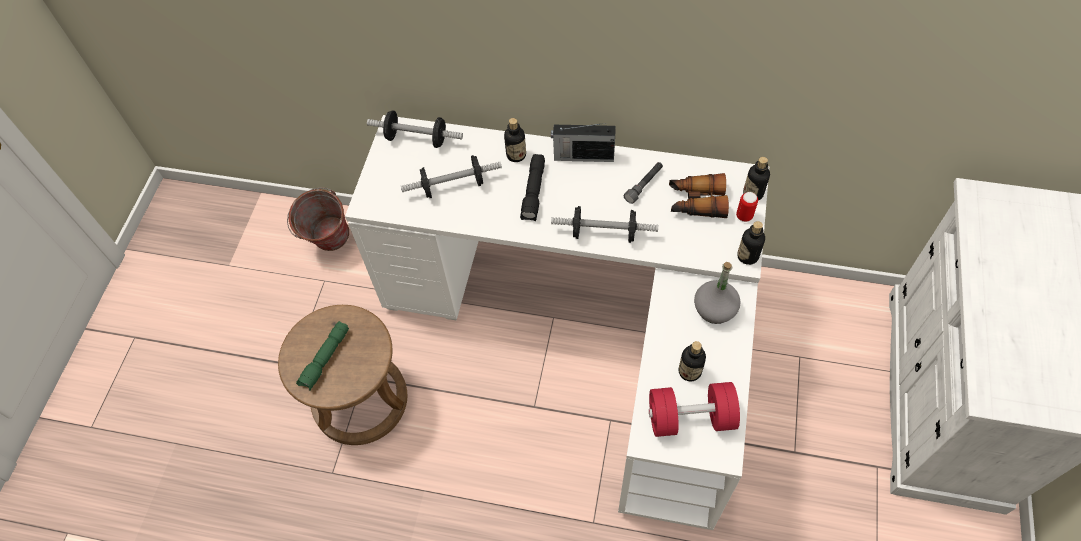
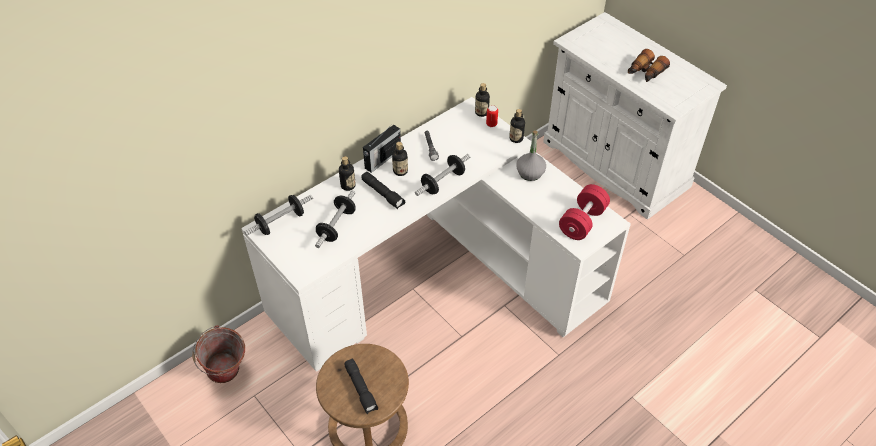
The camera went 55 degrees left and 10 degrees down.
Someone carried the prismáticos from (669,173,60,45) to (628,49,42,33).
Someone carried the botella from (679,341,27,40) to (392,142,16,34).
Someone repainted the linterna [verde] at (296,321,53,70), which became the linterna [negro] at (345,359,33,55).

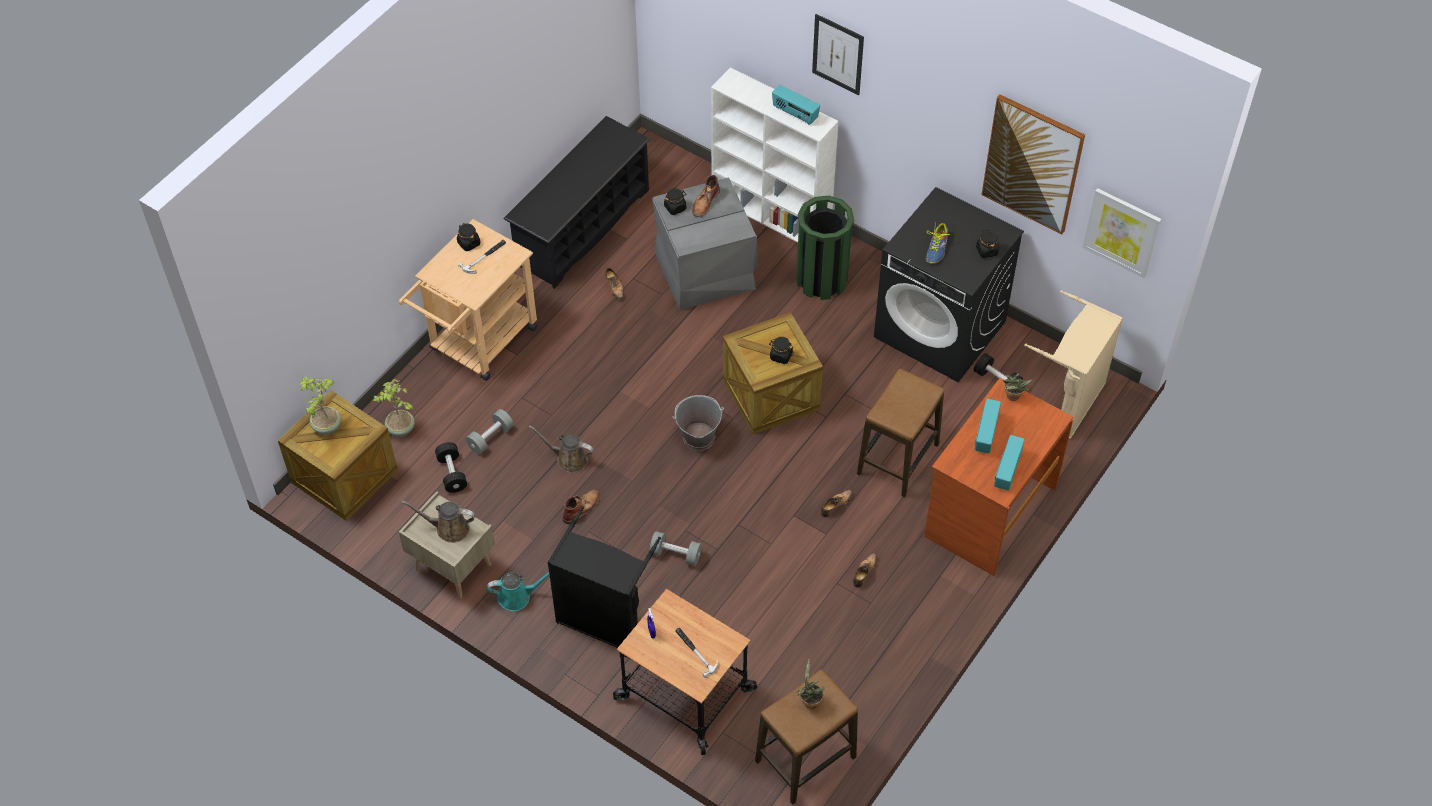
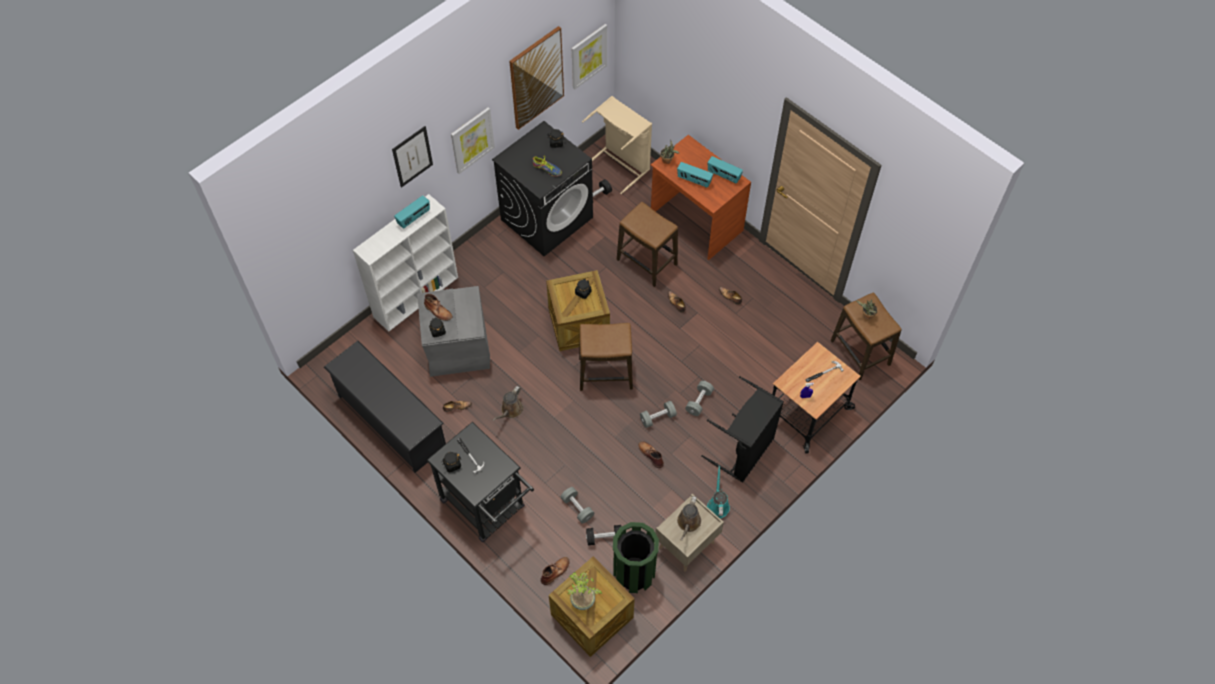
The camera went 80 degrees left and 5 degrees up.
Someone put up the cuadro at (451,108,44,66).
Someone put down the mancuerna [gris] at (640,401,37,27).
Someone carried the regadera [marrón] from (529,426,65,47) to (493,386,30,35).
Someone carried the papelera [verde] from (796,196,58,104) to (613,522,46,71).
Someone swapped the planta en maceta at (373,379,42,57) for the bota [marrón] at (541,557,28,28).
Someone swapped the cubo [gris] at (672,395,52,56) for the taburete at (579,323,54,68).
Someone repainted the carrito [beis] at (399,219,138,162), which became the carrito [negro] at (427,422,107,120).

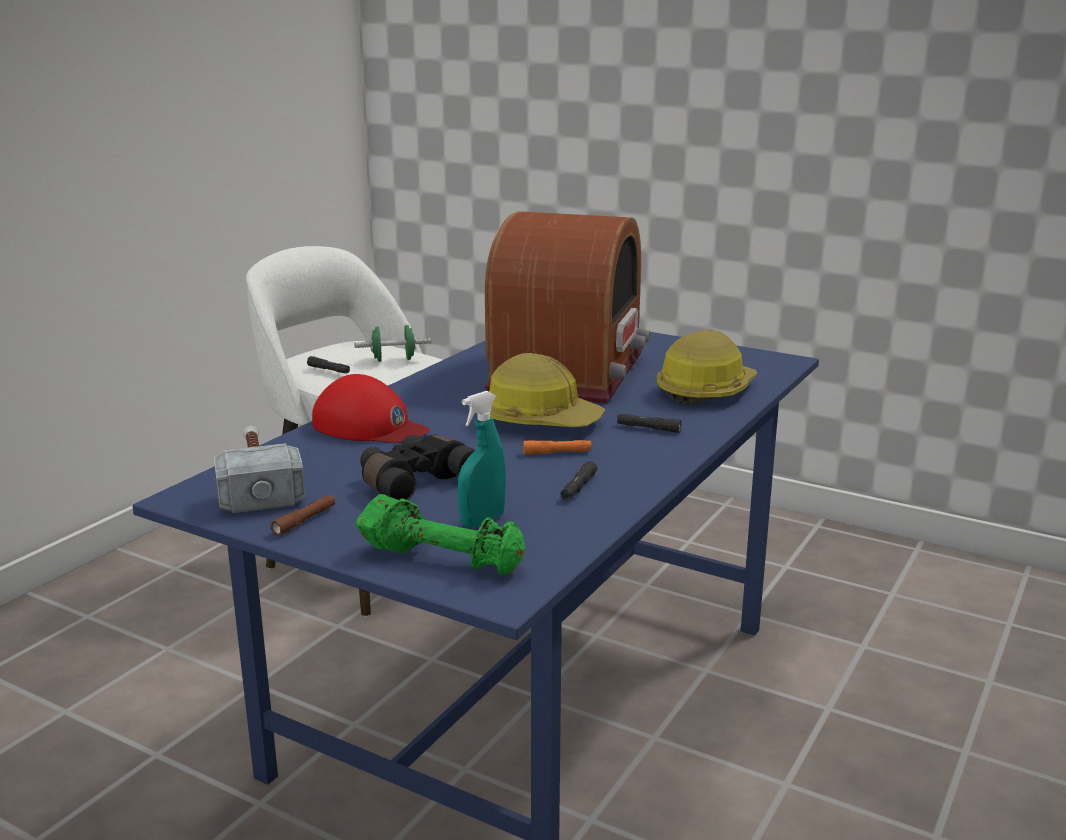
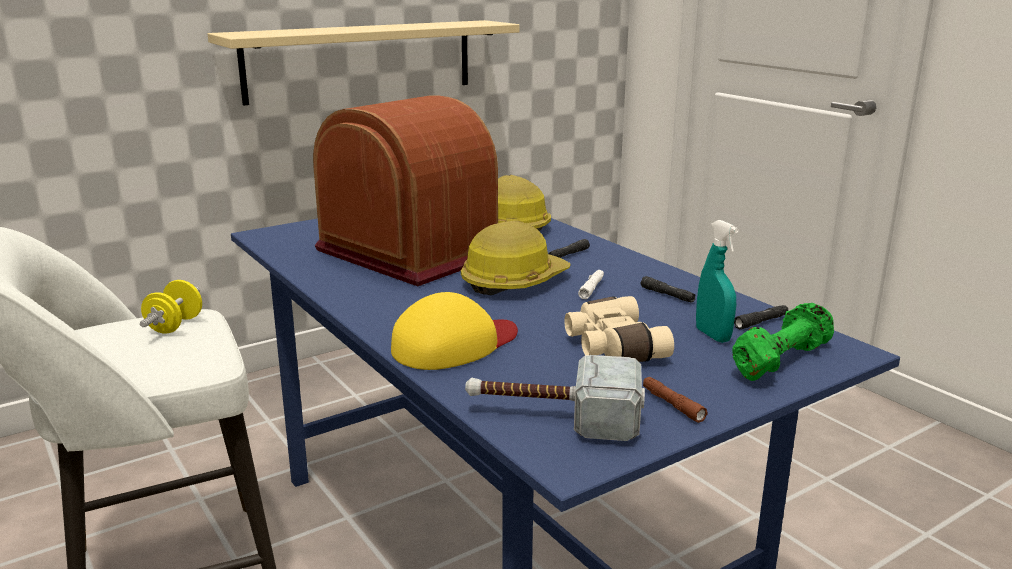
The camera went 65 degrees left and 0 degrees up.
Someone put up the estante [beis] at (208,20,312,86).
Someone carried the linterna [negro] from (307,356,43,18) to (734,305,54,24).
Someone repainted the gorra [rojo] at (312,374,118,69), which became the gorra [amarillo] at (391,292,127,78).
Someone repainted the mancuerna [verde] at (354,325,77,37), which became the mancuerna [amarillo] at (140,280,62,54).
Someone repainted the prismáticos [negro] at (360,435,115,65), which became the prismáticos [beis] at (564,296,110,66).
Someone repainted the linterna [naranja] at (523,440,69,14), which became the linterna [blanco] at (578,270,26,29).

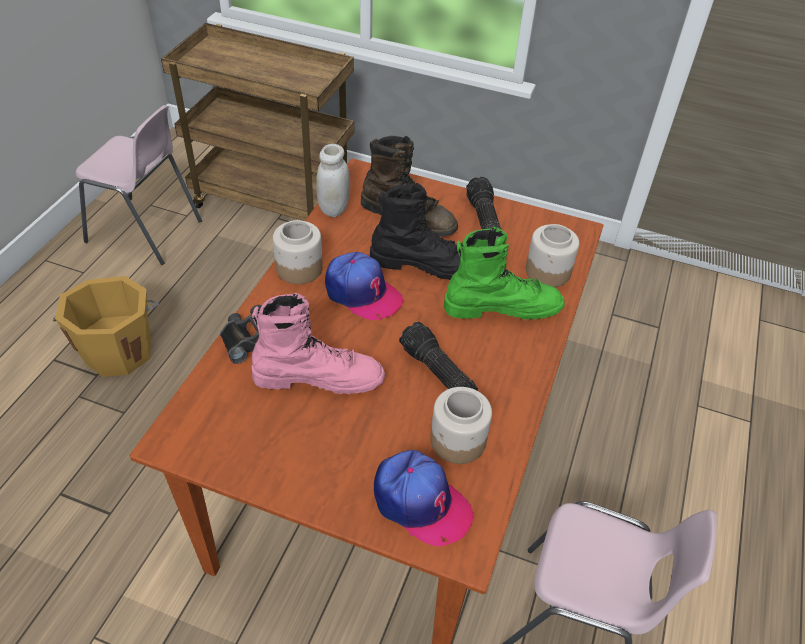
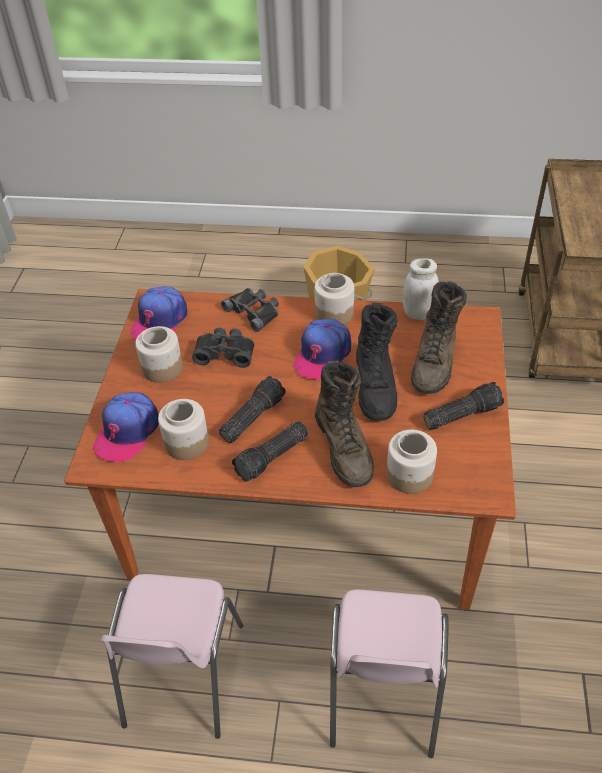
The camera went 80 degrees right and 0 degrees up.
Someone put down the gorra at (130,287,57,53).
Someone put down the tarro at (135,326,48,57).
Someone put down the linterna at (232,421,76,61).
Someone carried the silla [rosa] from (76,105,126,160) to (330,589,119,169).
Someone swapped the bota [rosa] at (252,293,133,101) for the prismáticos [negro] at (192,328,63,40).
Someone repainted the bota [verde] at (444,227,121,93), which became the bota [marrón] at (315,361,59,126).

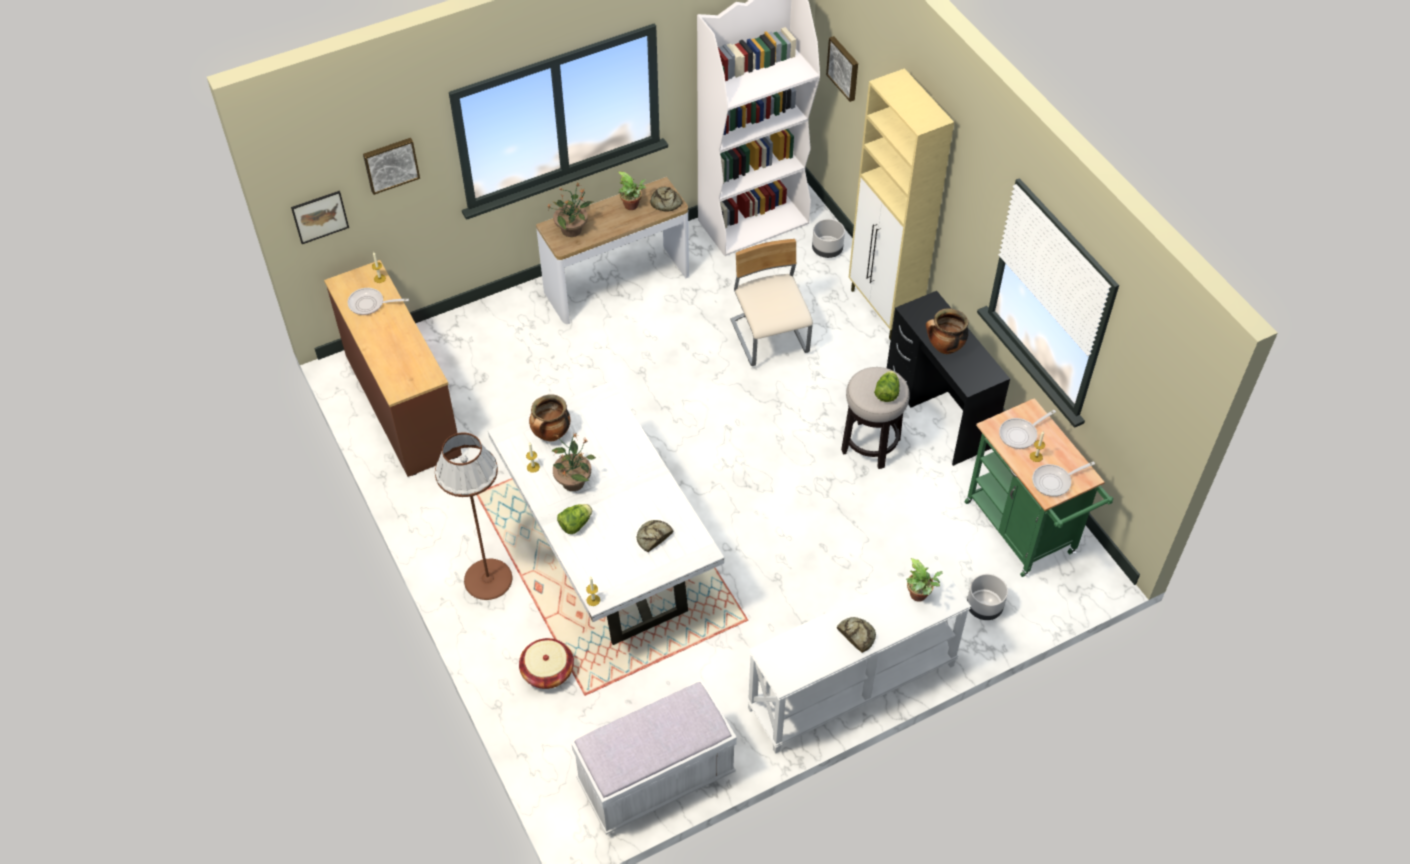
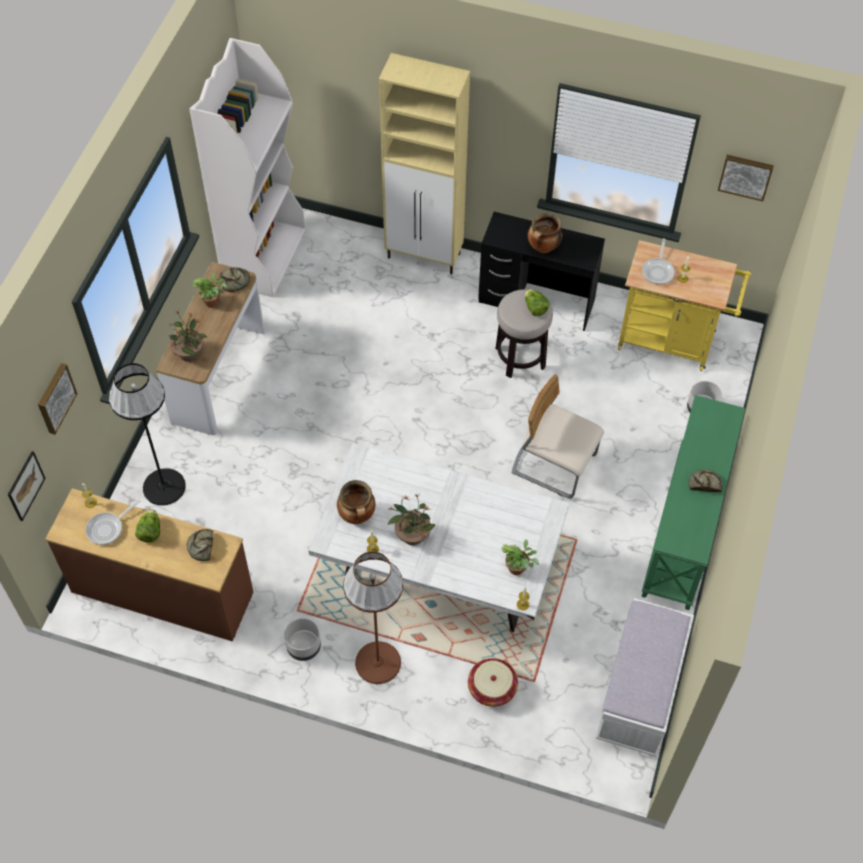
The camera went 45 degrees left and 5 degrees up.
Someone took away the sartén at (1032,462,63,35).
Someone put down the lámpara de pie [negro] at (109,363,77,143).
Someone carried the lechuga from (557,504,35,30) to (135,509,25,33).
Someone carried the pan from (636,520,37,32) to (187,529,26,32).
Someone carried the silla [beis] from (731,239,82,127) to (511,374,93,124).
Someone carried the maceta [gris] from (812,219,33,39) to (284,618,37,43).
Someone carried the cuadro from (826,36,32,66) to (718,155,56,46).
Someone carried the planta en maceta from (906,558,37,44) to (502,539,37,36).
Someone repainted the mesa consola [blanco] at (746,561,225,193), which became the mesa consola [verde] at (641,395,104,215).
Someone repainted the carrito [verde] at (965,398,148,179), which became the carrito [amarillo] at (618,240,133,131).

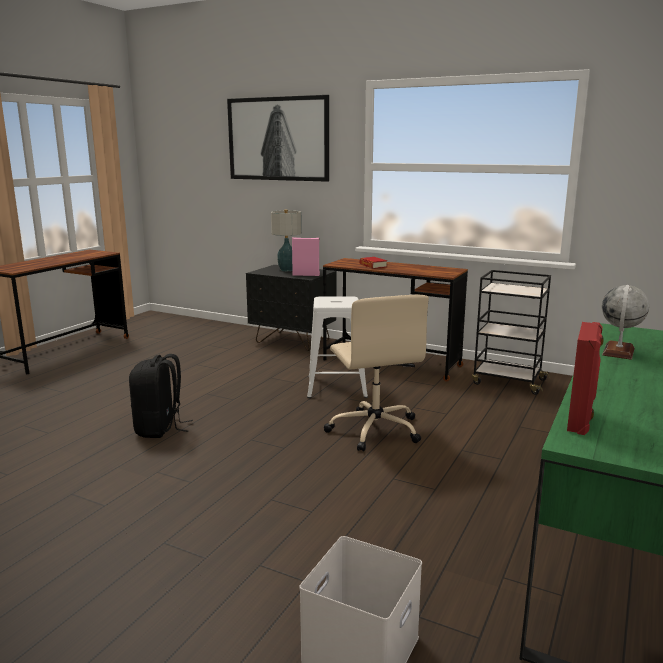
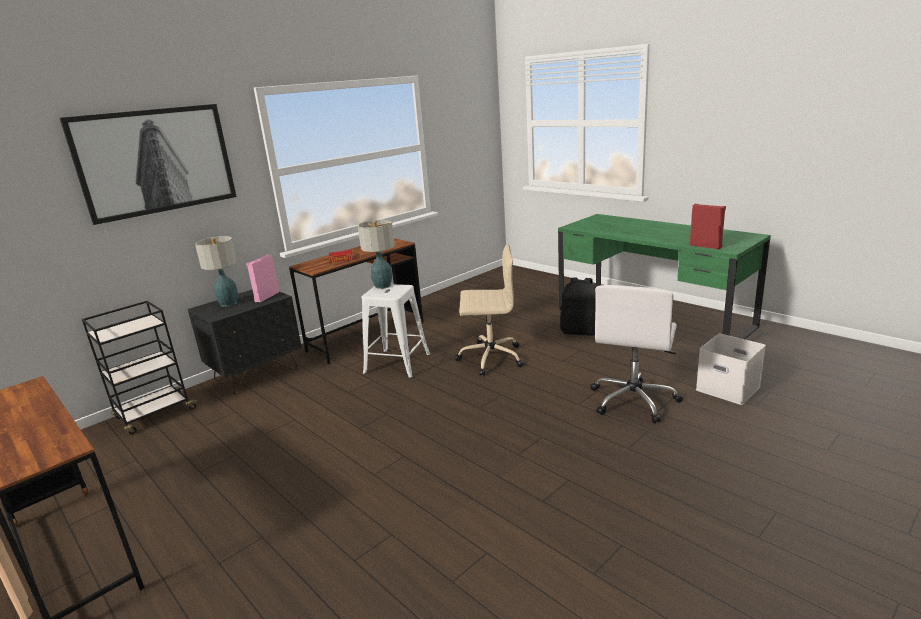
The camera went 70 degrees left and 5 degrees up.
Someone took away the globo terráqueo at (602,285,47,75).
Someone put down the lámpara de mesa at (358,219,37,70).
Someone put down the silla de oficina [blanco] at (590,285,93,138).
Someone carried the mochila [negro] from (129,354,64,84) to (560,277,36,59).
Someone carried the carrito [negro] from (472,270,79,125) to (82,301,117,133).

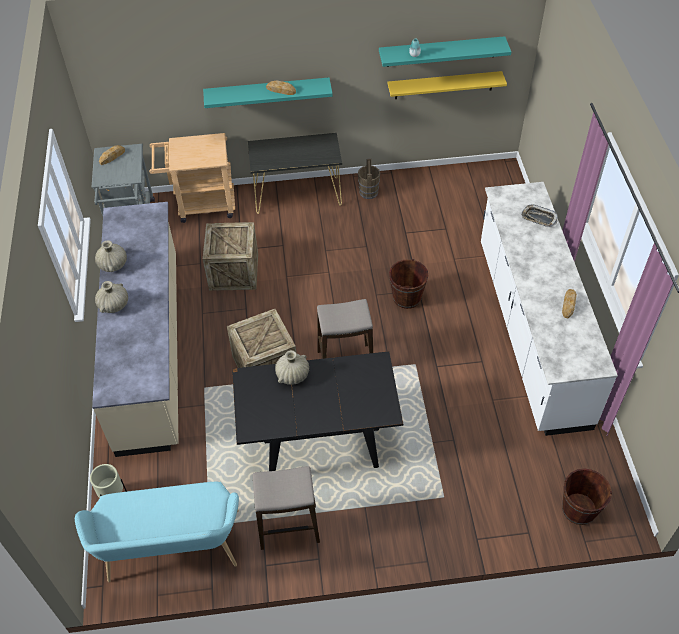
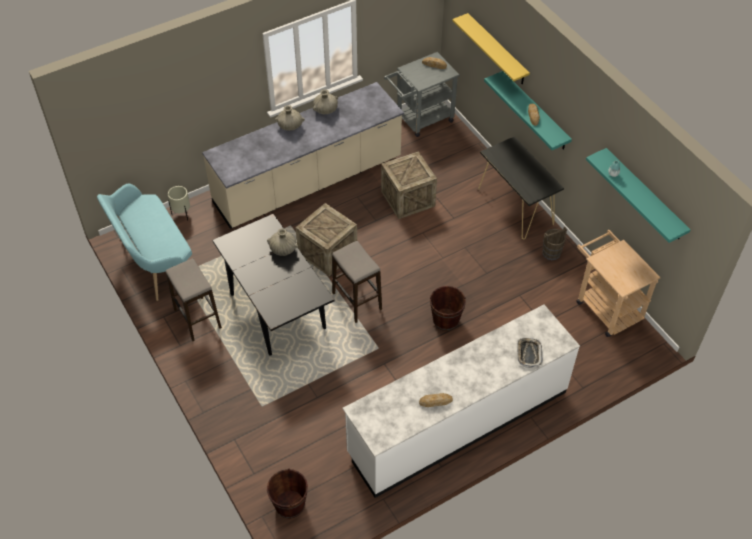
The camera went 65 degrees right and 0 degrees up.
Someone carried the carrito [beis] from (149,133,86,90) to (576,230,85,107).
Someone carried the estante [amarillo] from (387,71,120,28) to (452,13,78,72).

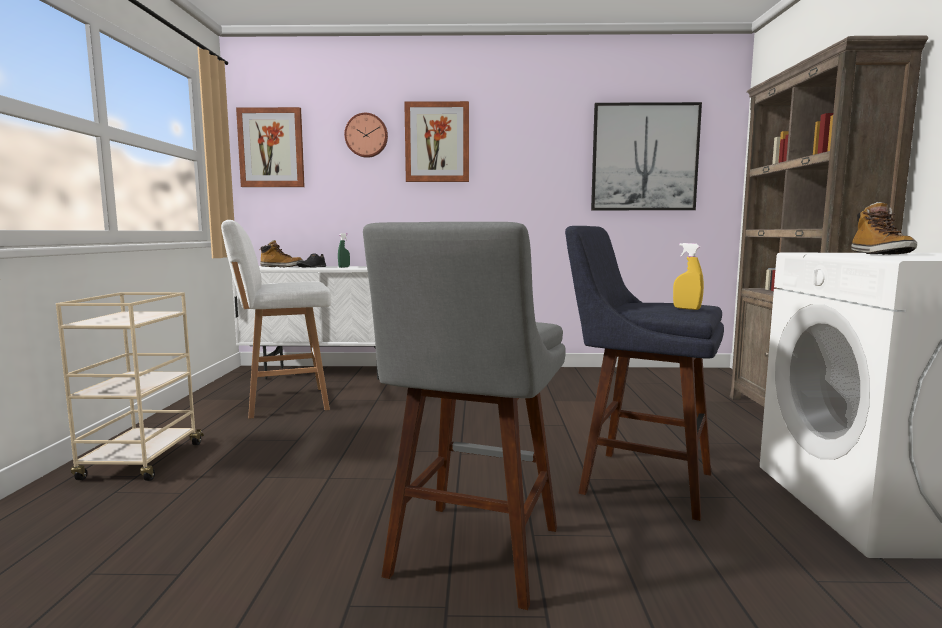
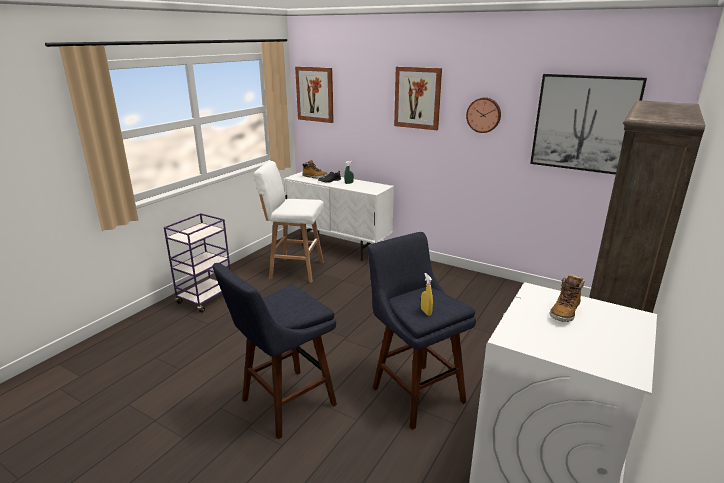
The camera went 30 degrees right and 15 degrees up.
Someone carried the reloj de pared from (344,113,44,45) to (466,97,35,36).
Someone repainted the carrito [beis] at (56,292,148,189), which became the carrito [morado] at (164,213,67,99).
Someone repainted the taburete [gris] at (363,222,203,388), which became the taburete [azul] at (213,263,124,176).

